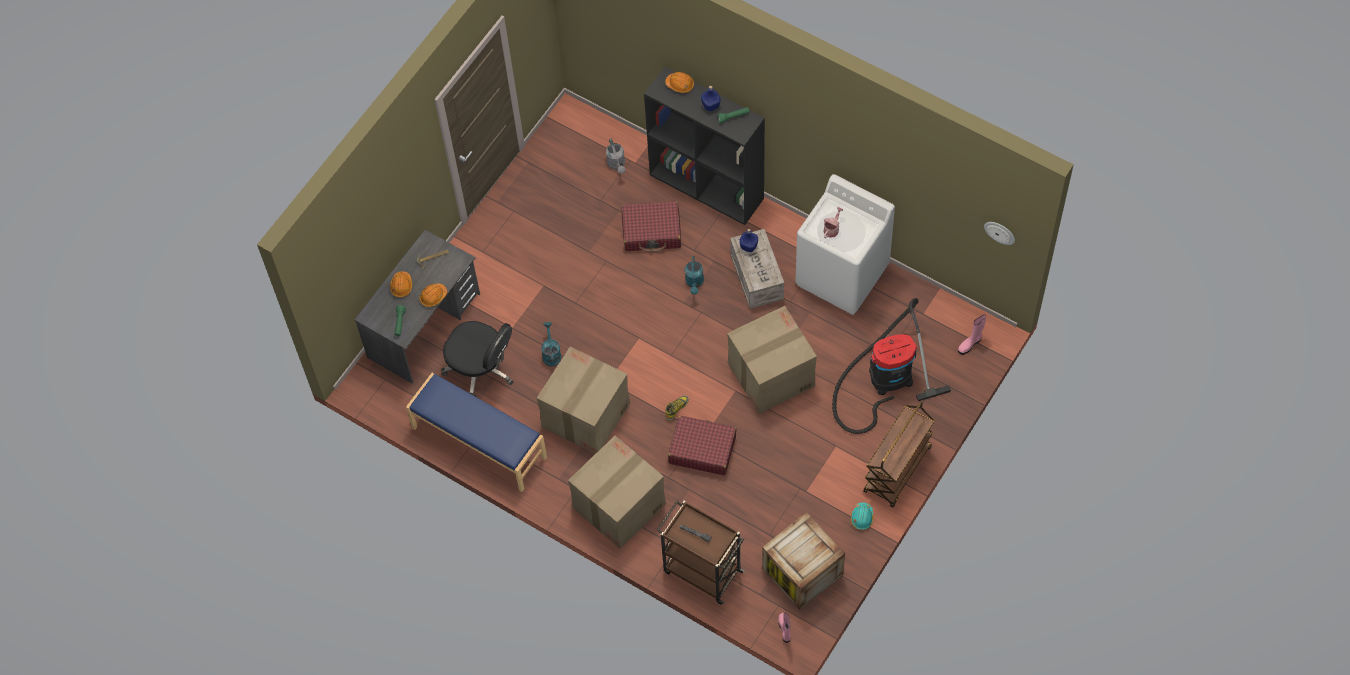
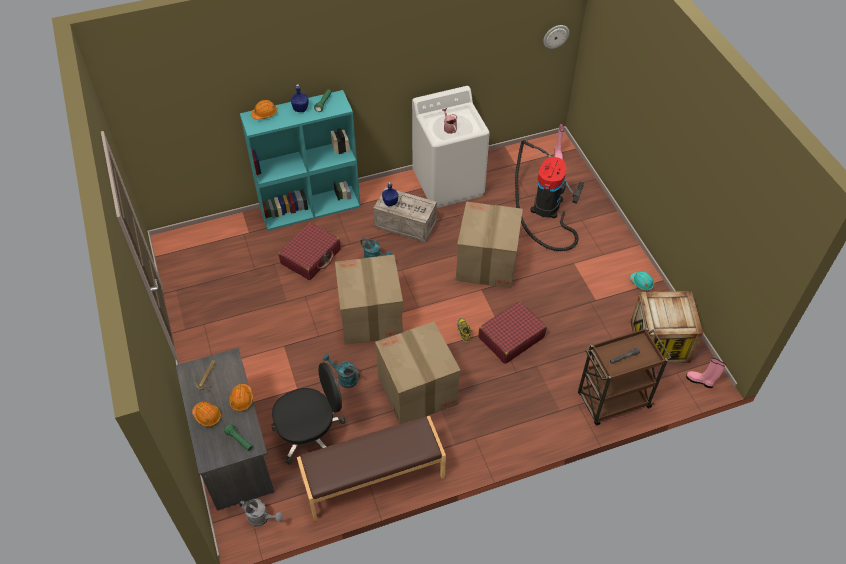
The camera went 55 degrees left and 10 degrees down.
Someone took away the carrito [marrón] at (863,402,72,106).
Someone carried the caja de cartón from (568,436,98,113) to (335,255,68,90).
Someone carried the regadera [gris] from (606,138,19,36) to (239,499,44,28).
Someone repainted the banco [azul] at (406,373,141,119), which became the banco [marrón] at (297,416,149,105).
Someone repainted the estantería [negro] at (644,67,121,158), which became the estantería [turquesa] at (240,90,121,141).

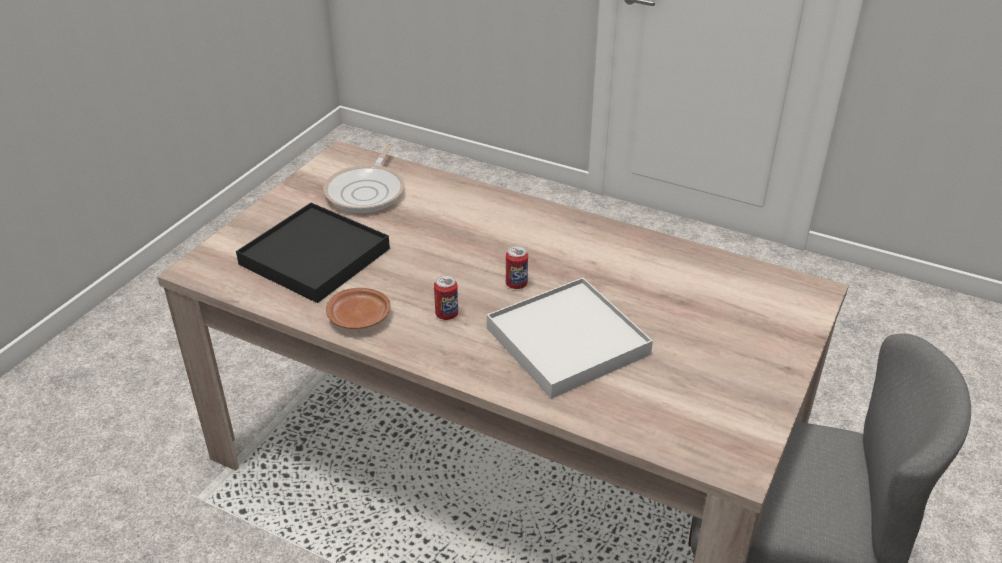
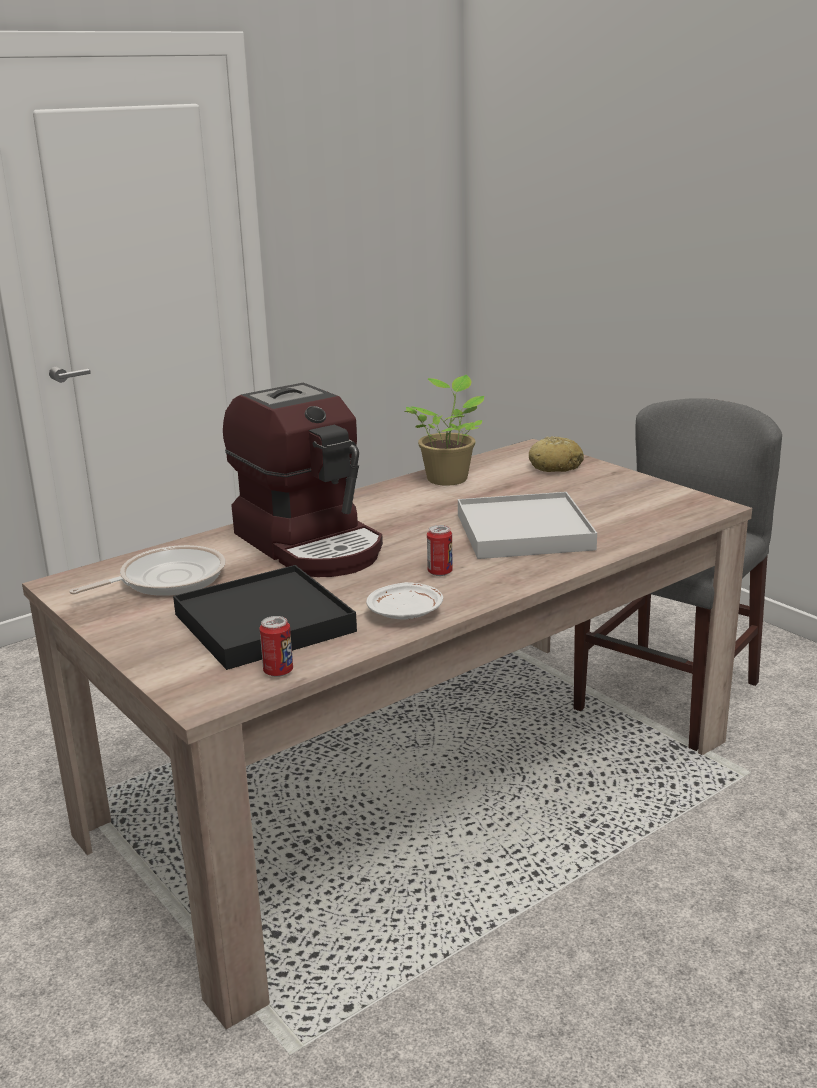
The camera went 65 degrees left and 15 degrees down.
Someone put down the cafetera at (223,382,160,195).
Someone put down the planta en maceta at (404,375,80,111).
Someone put down the pan at (529,436,55,36).
Someone carried the lata from (506,246,22,43) to (259,616,34,61).
Someone repainted the plato [marrón] at (326,288,64,41), which became the plato [blanco] at (366,582,77,37).
Someone rotated the sartén at (323,143,82,70) by 75 degrees counterclockwise.

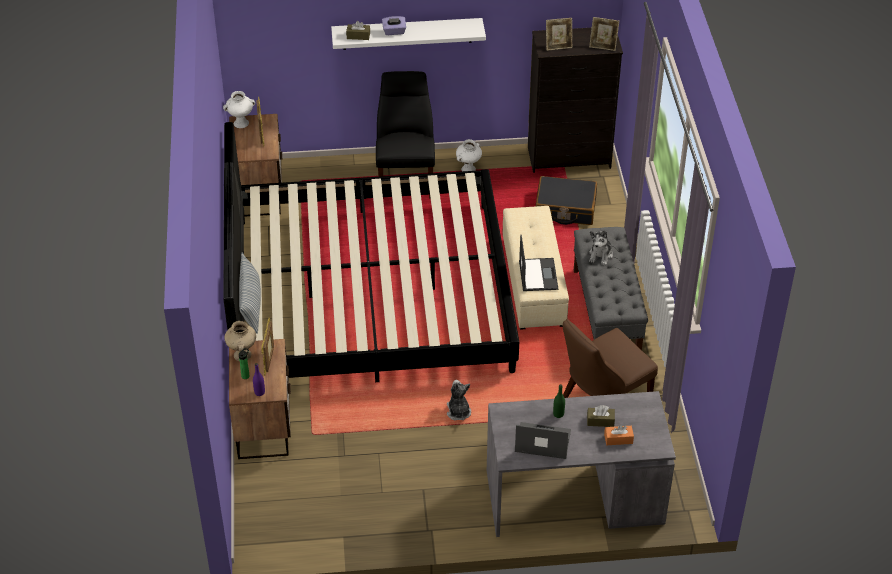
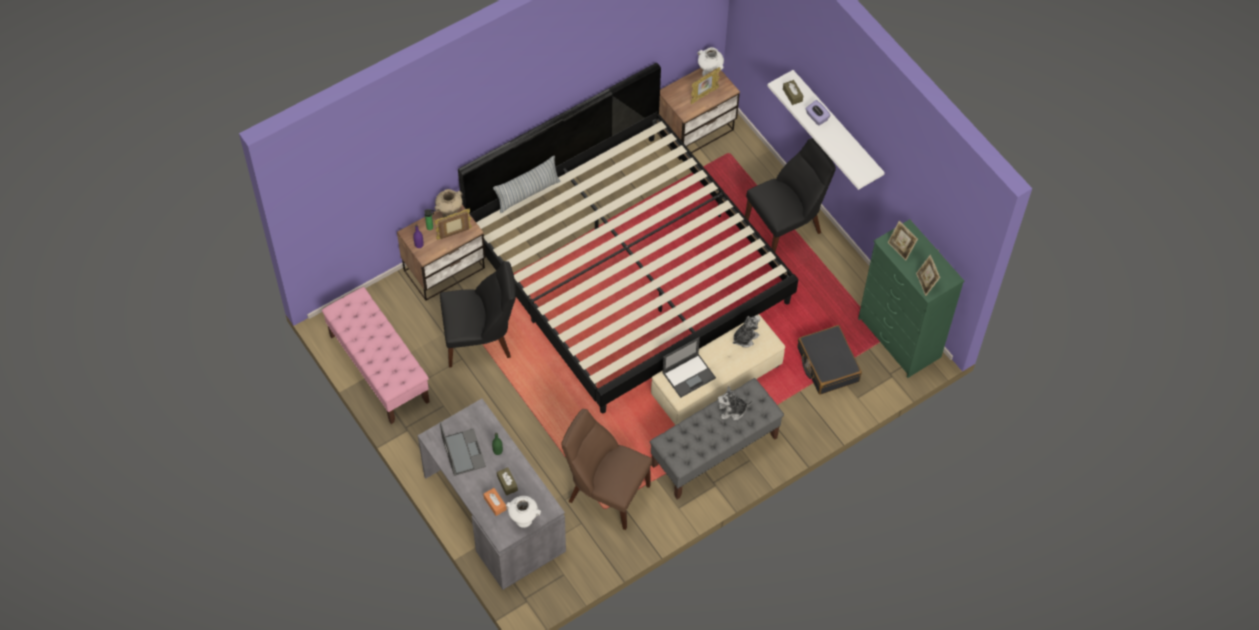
The camera went 60 degrees right and 15 degrees up.
Someone put down the banco [rosa] at (322,287,107,137).
Someone put down the silla [negro] at (440,261,76,107).
Someone carried the peluche from (447,380,24,40) to (733,316,27,32).
Someone carried the florero [blanco] from (456,139,26,32) to (506,496,35,32).
Someone repainted the cómoda [negro] at (528,28,95,145), which became the cómoda [verde] at (858,219,106,159).

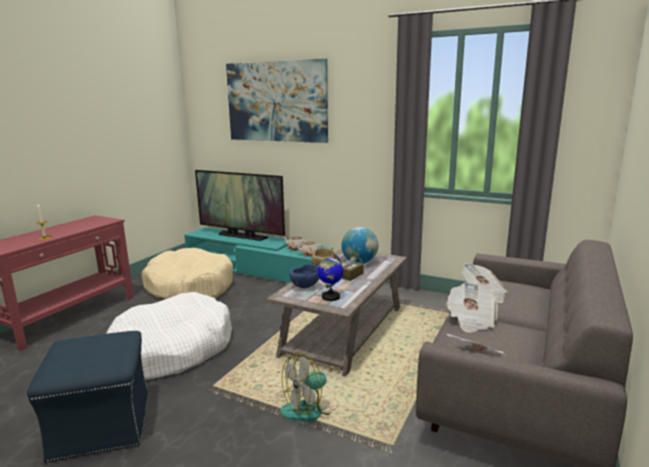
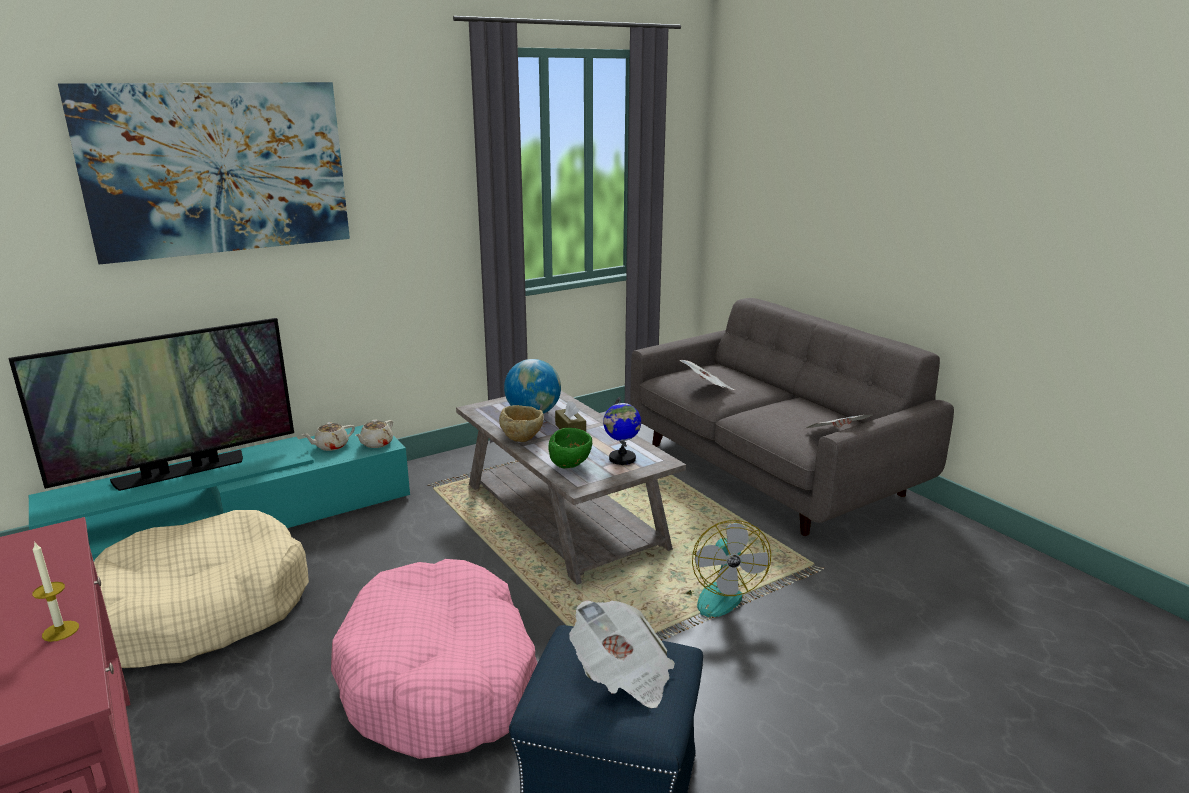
The camera went 60 degrees left and 5 degrees up.
Someone carried the periódico from (446,282,52,50) to (569,600,106,108).
Someone repainted the cama para perro [blanco] at (106,292,126,88), which became the cama para perro [rosa] at (331,559,206,200).
Someone repainted the cuenco [azul] at (289,264,30,24), which became the cuenco [verde] at (549,428,43,40).

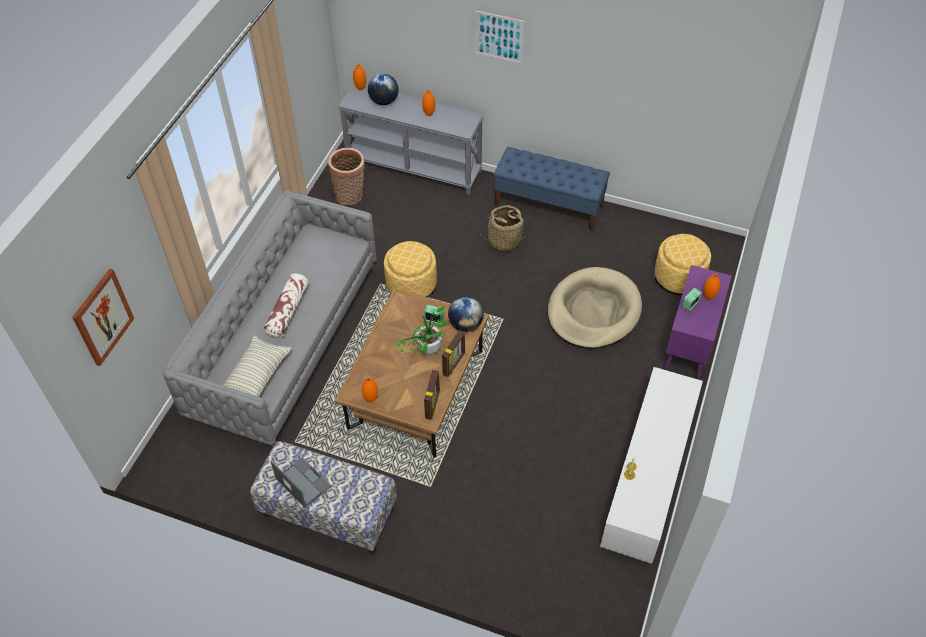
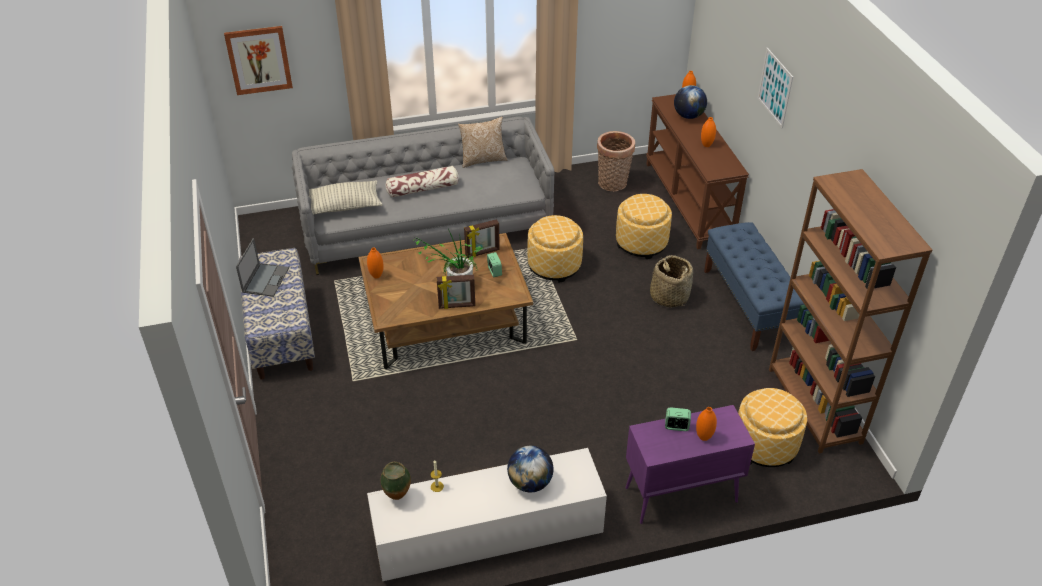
The camera went 55 degrees right and 10 degrees down.
Someone took away the cama para perro [beis] at (548,267,94,82).
Someone put down the florero at (381,462,30,38).
Someone put down the cojín at (458,117,49,51).
Someone put down the puf at (616,194,56,65).
Someone put down the estantería [marrón] at (769,169,163,285).
Someone carried the portarretratos from (424,370,16,50) to (464,219,36,39).
Someone carried the globo terráqueo from (448,296,36,36) to (507,446,47,46).
Someone repainted the mesa consola [gris] at (338,84,146,111), which became the mesa consola [marrón] at (646,94,103,155).

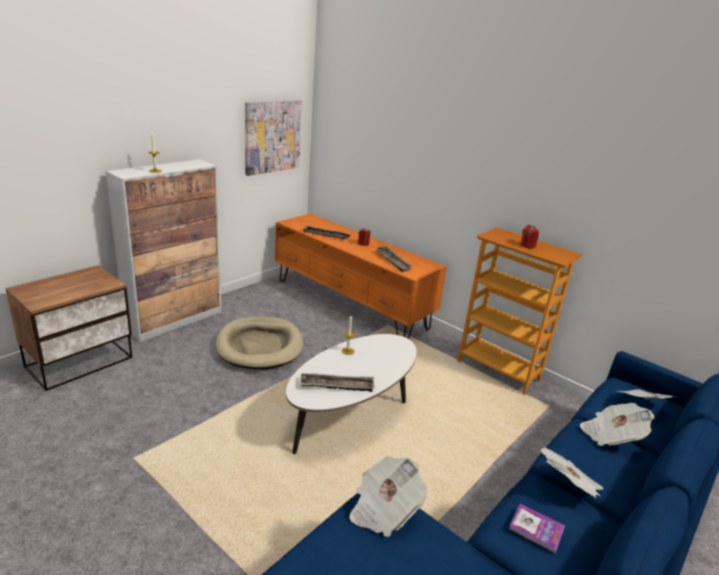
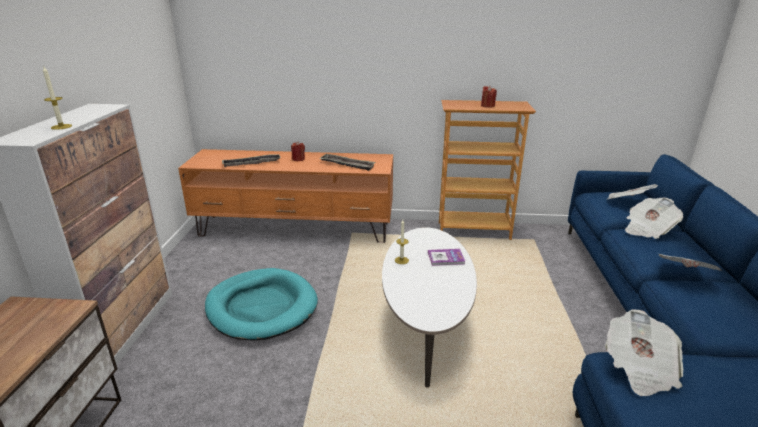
The camera went 35 degrees left and 0 degrees up.
Someone took away the cuadro at (245,100,57,76).
Someone took away the bandeja at (300,374,75,18).
Someone carried the libro from (509,503,56,50) to (428,249,37,17).
Someone repainted the cama para perro [beis] at (216,317,87,53), which became the cama para perro [turquesa] at (205,268,113,73).

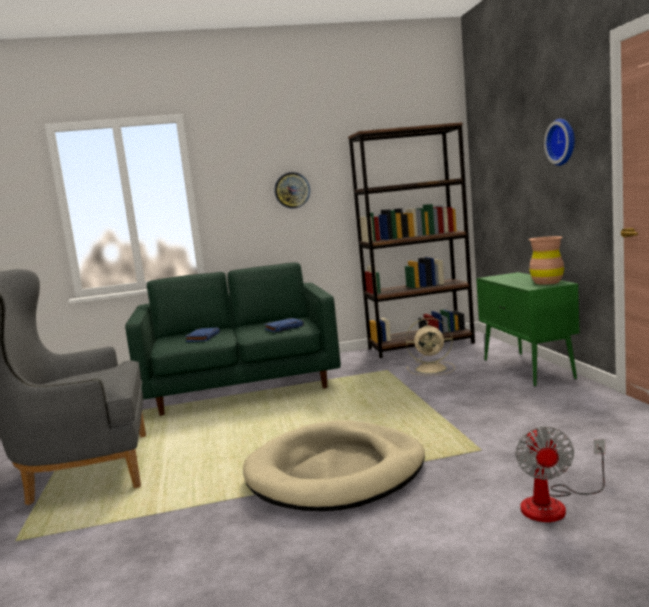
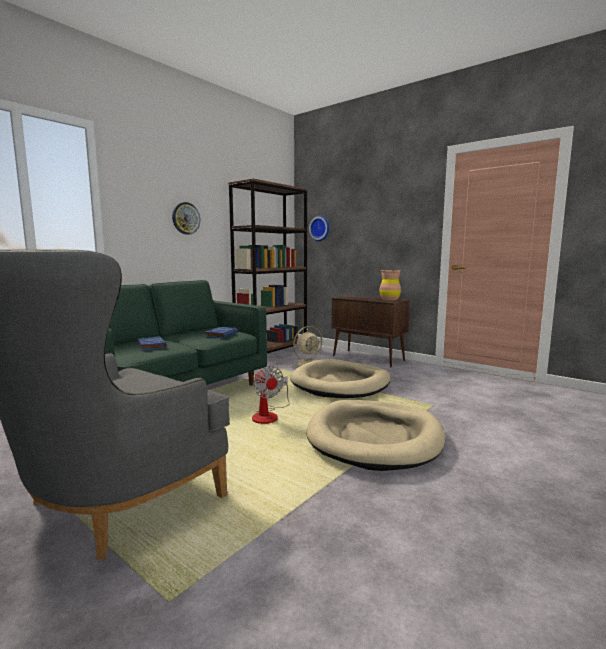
The camera went 40 degrees left and 0 degrees up.
Someone put down the cama para perro [beis] at (290,359,101,39).
Someone carried the ventilador from (516,426,89,96) to (252,366,38,58).
Someone carried the reloj de pared from (544,119,31,47) to (309,216,21,25).
Someone repainted the armario [verde] at (477,272,103,115), which became the armario [marrón] at (331,295,79,72).

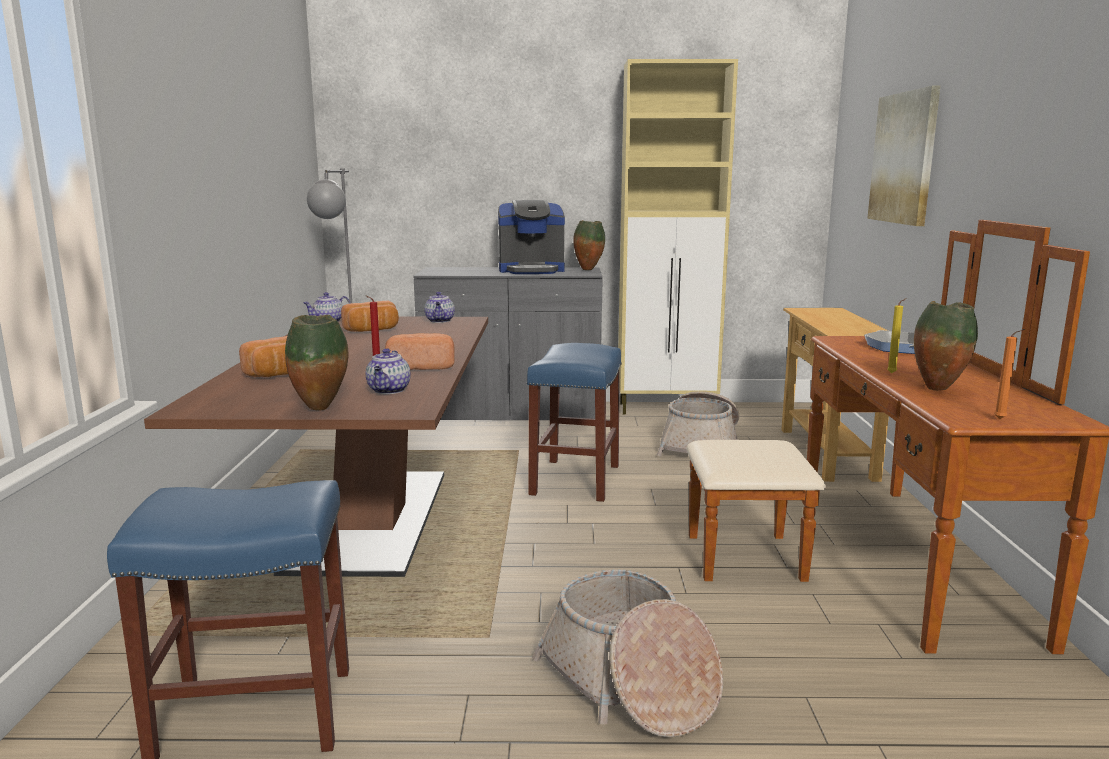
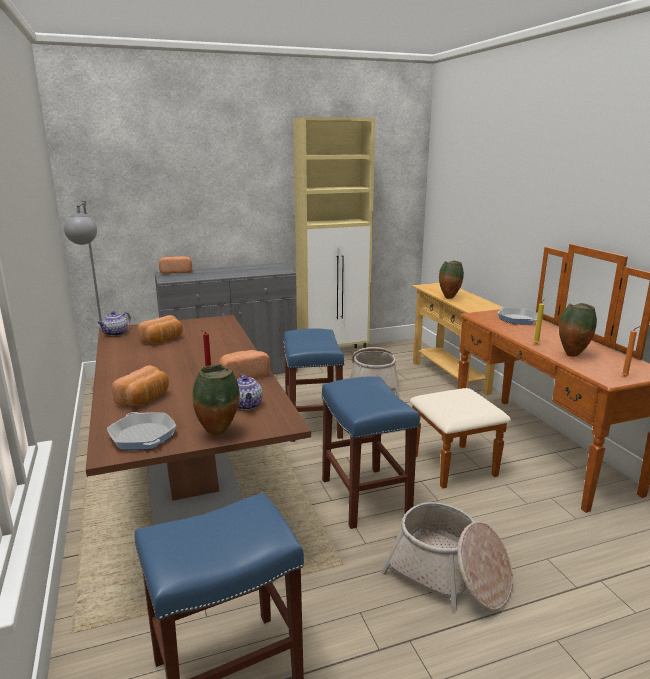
The camera went 20 degrees left and 5 degrees up.
Someone took away the tetera at (424,292,31,31).
Someone took away the cafetera at (498,200,67,74).
Someone took away the cuadro at (867,86,74,140).
Someone put down the sartén at (107,412,69,38).
Someone put down the pan at (159,256,33,18).
Someone put down the taburete [azul] at (321,376,99,153).
Someone carried the florero from (573,220,32,50) to (439,261,25,38).

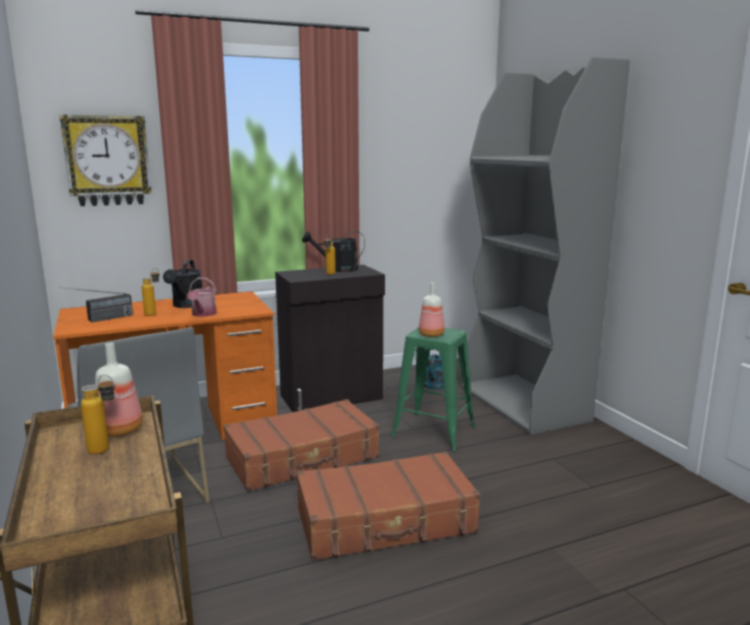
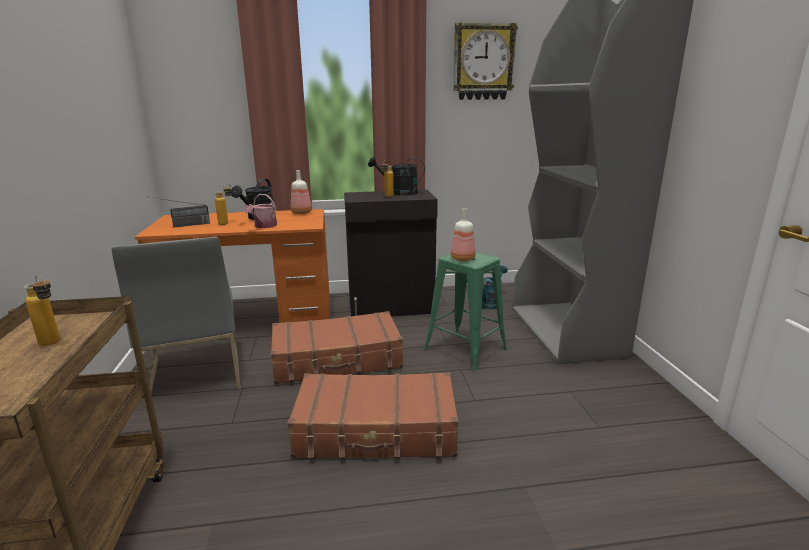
The camera went 15 degrees right and 5 degrees up.
Someone carried the reloj de pared from (60,115,92,91) to (453,22,65,78).
Someone carried the botella from (95,343,48,94) to (291,170,21,44).

